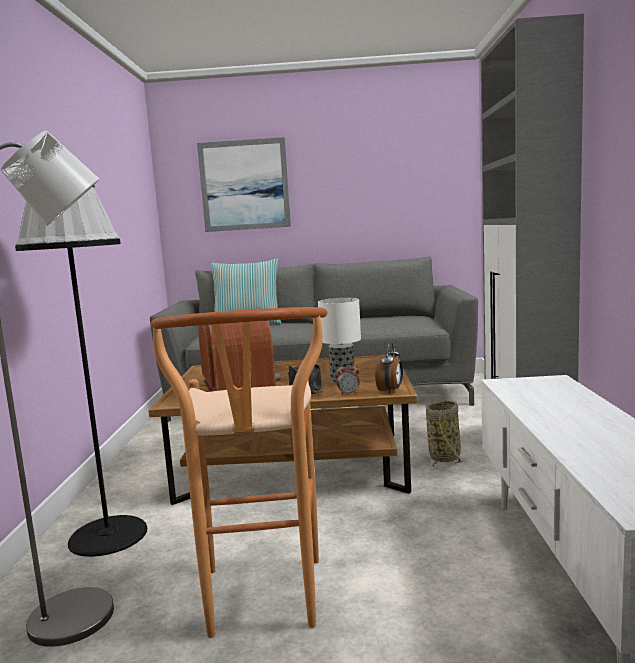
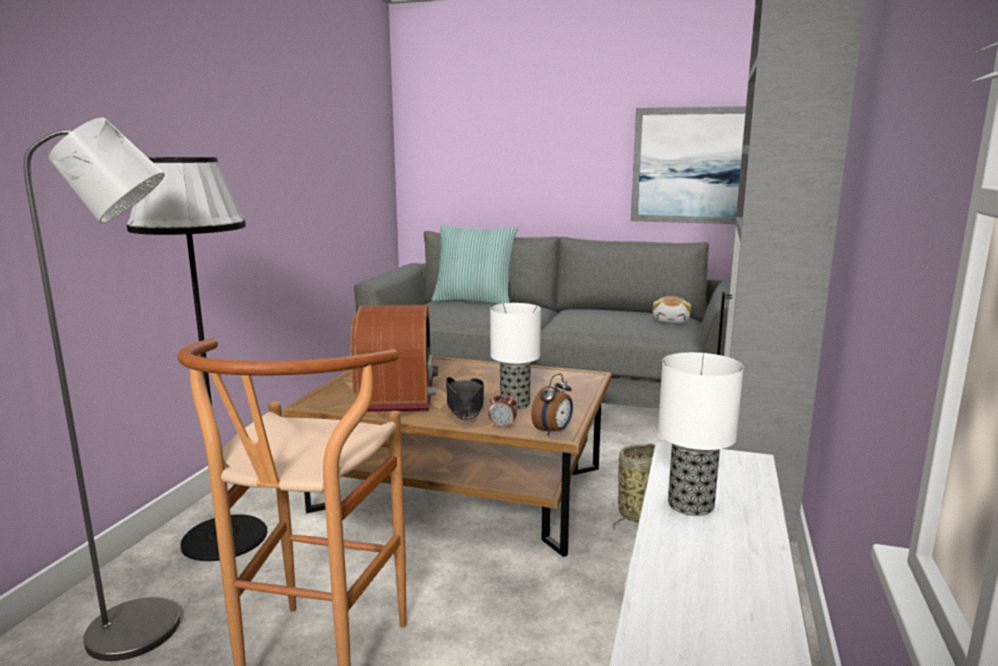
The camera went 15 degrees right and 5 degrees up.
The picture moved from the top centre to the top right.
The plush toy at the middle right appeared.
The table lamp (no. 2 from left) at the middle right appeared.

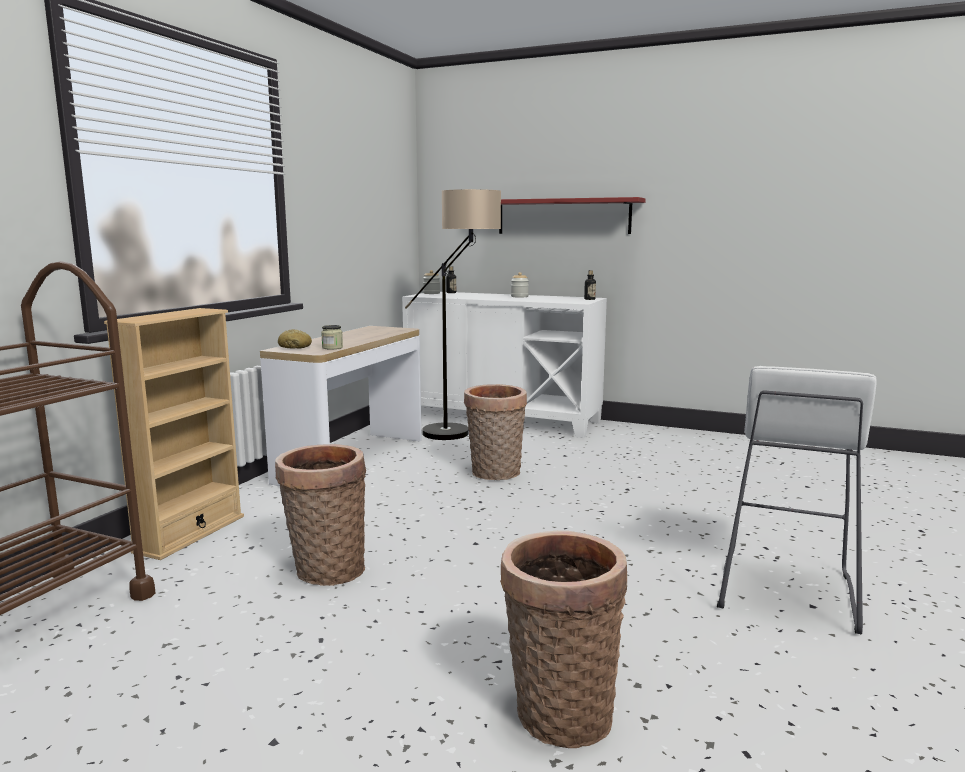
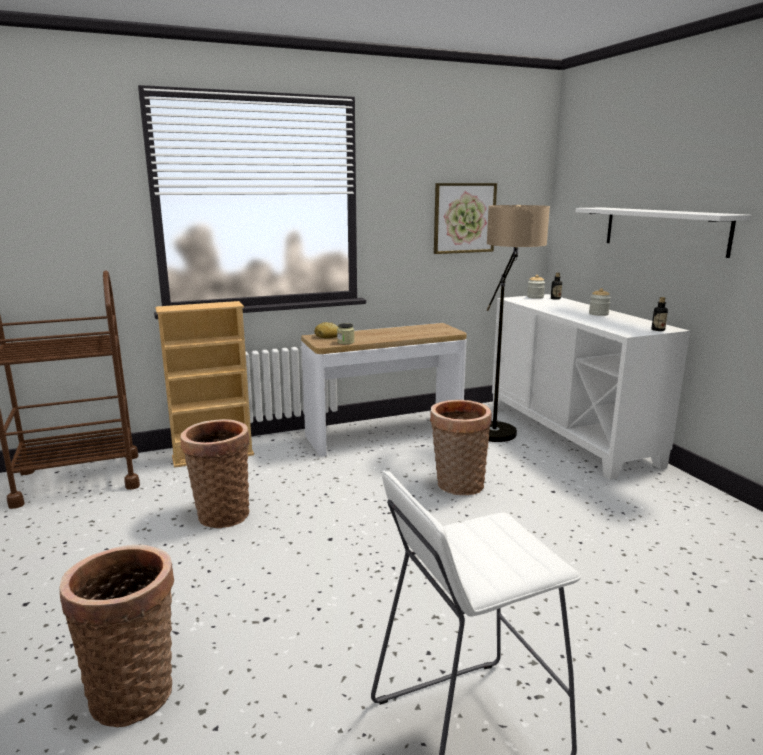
The camera went 45 degrees right and 5 degrees up.
The shelf (red) at the top centre became the shelf (white) at the top right.
The picture at the top centre appeared.

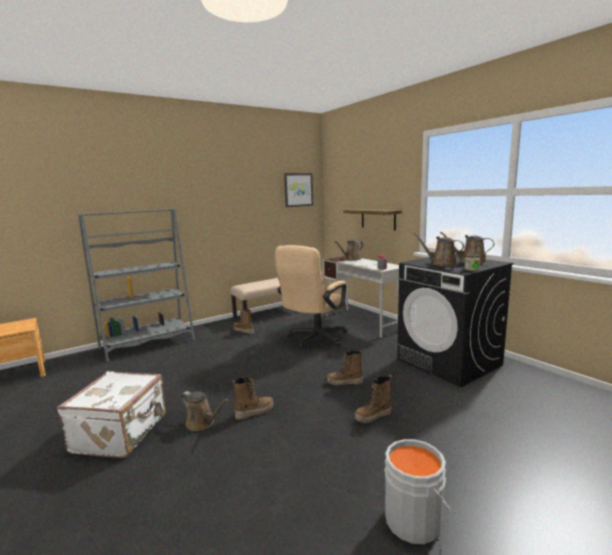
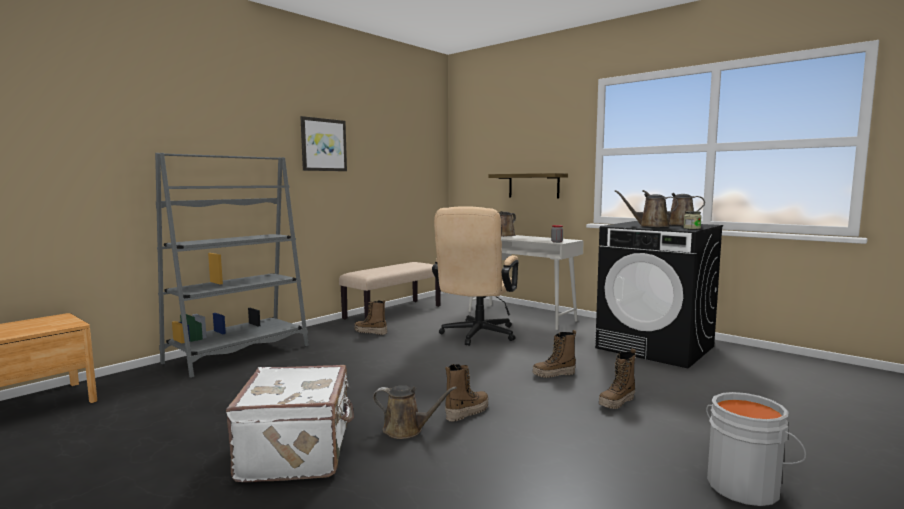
The camera went 15 degrees left and 5 degrees down.
The picture moved from the centre to the top centre.

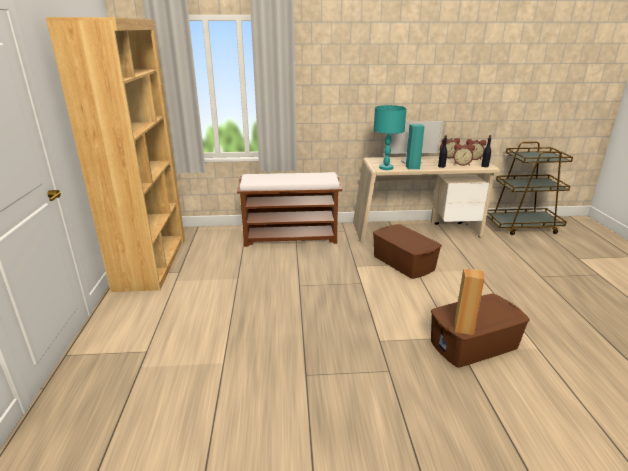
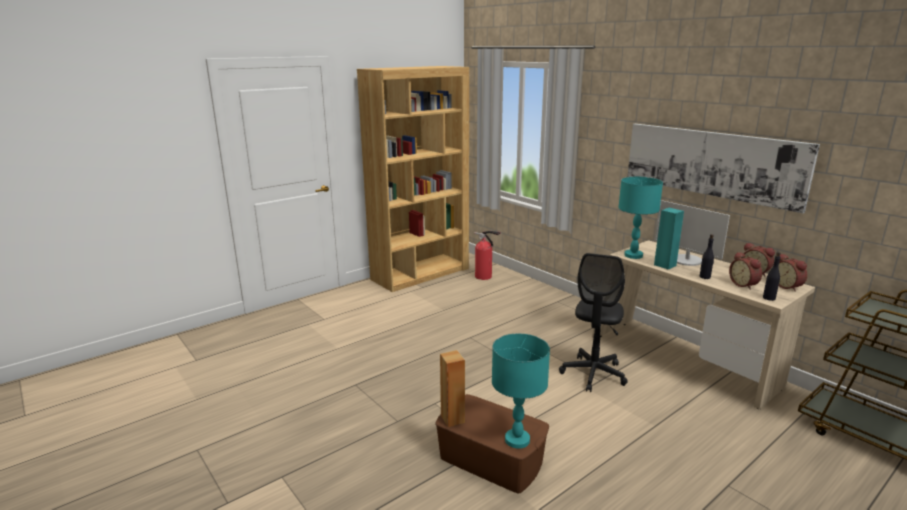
The camera went 55 degrees right and 5 degrees down.
The bench (brown) at the centre disappeared.
The storage box (brown) (no. 1 from left) at the centre was replaced by the office chair (black) at the centre.
The fire extinguisher at the centre appeared.
The table lamp (turquoise) (no. 1 from left) at the bottom centre appeared.
The picture at the top right appeared.

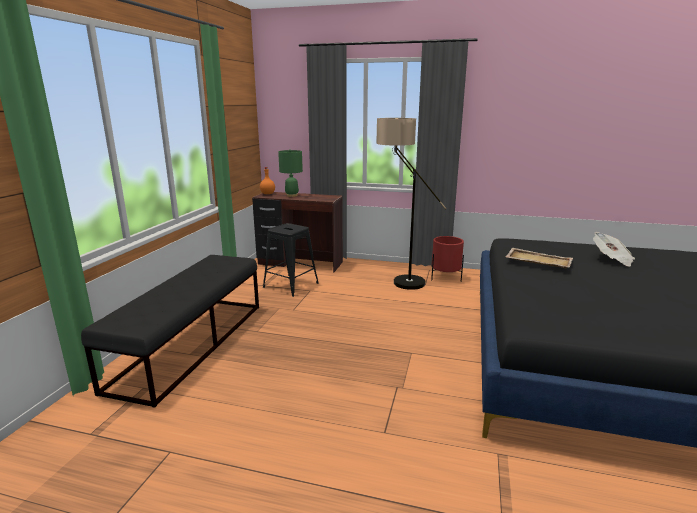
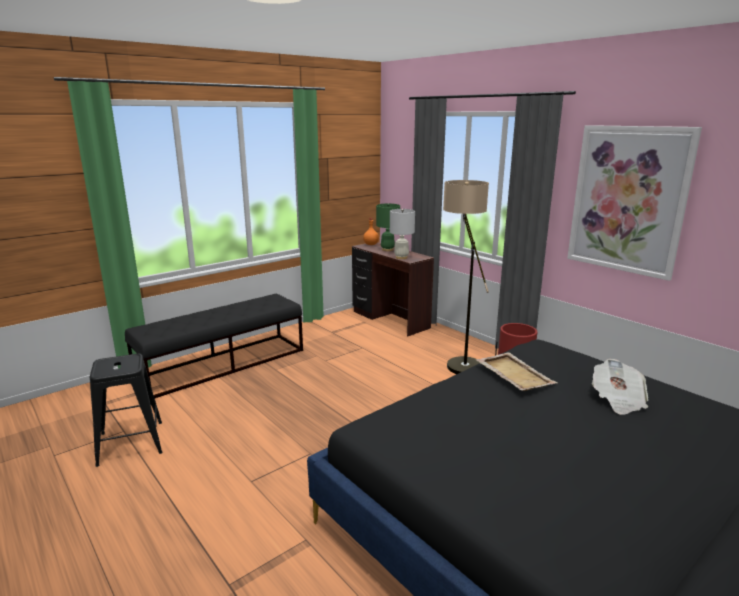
The camera went 35 degrees right and 0 degrees up.
The stool (black) moved from the centre to the bottom left.
The table lamp (white) at the centre appeared.
The picture at the middle right appeared.

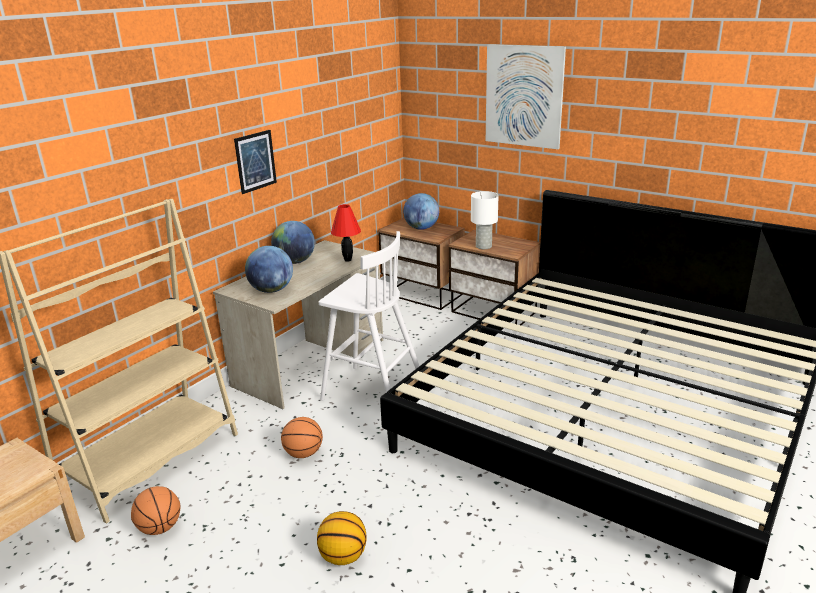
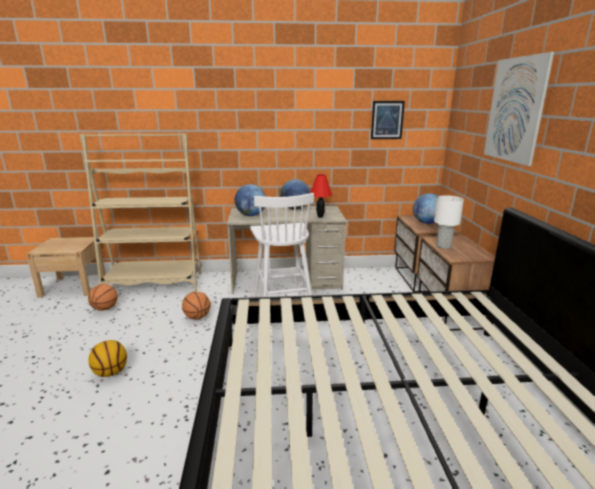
The camera went 50 degrees right and 5 degrees down.
The picture (no. 1 from left) moved from the top left to the top centre.

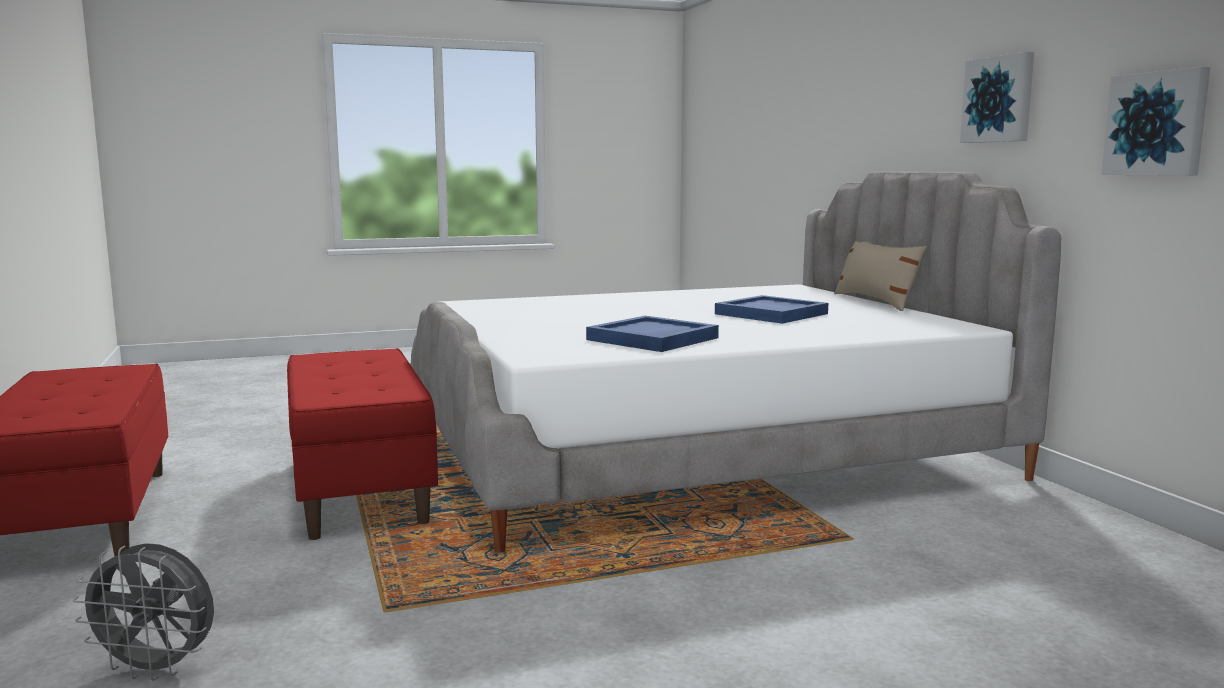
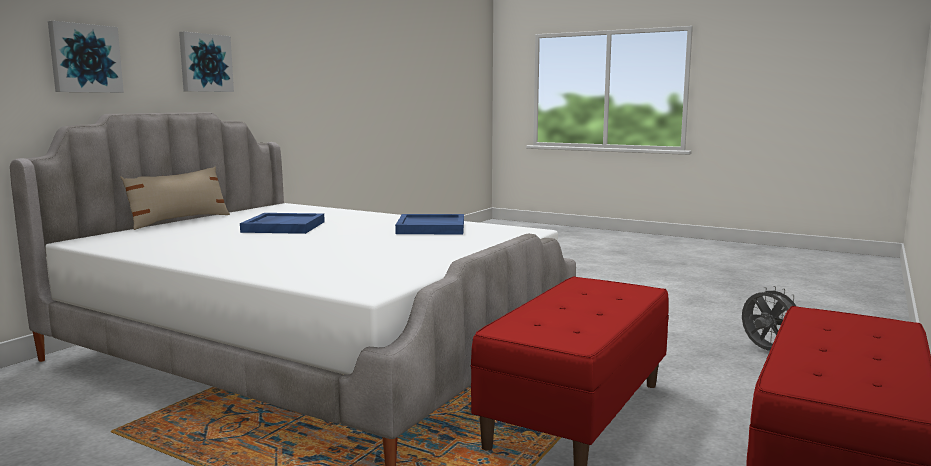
The camera went 130 degrees left and 0 degrees up.
The picture (no. 2 from left in the first image) moved from the top right to the top left.

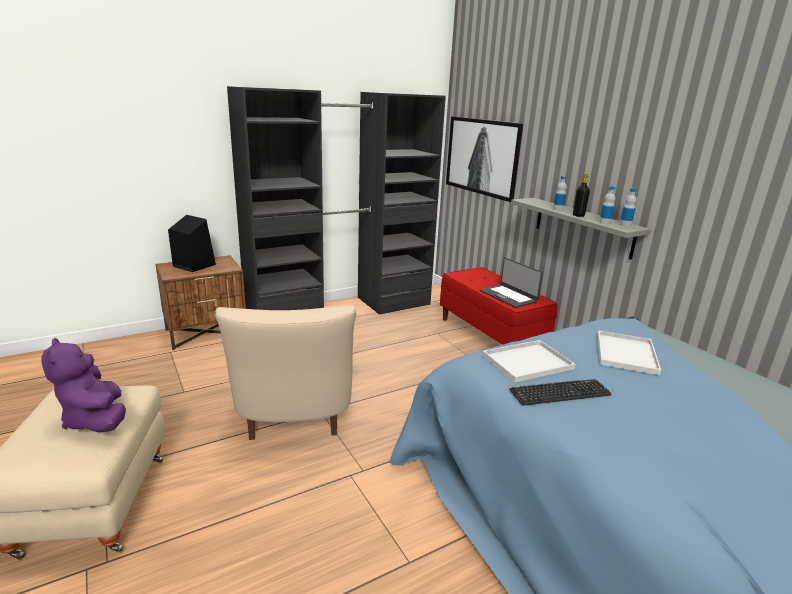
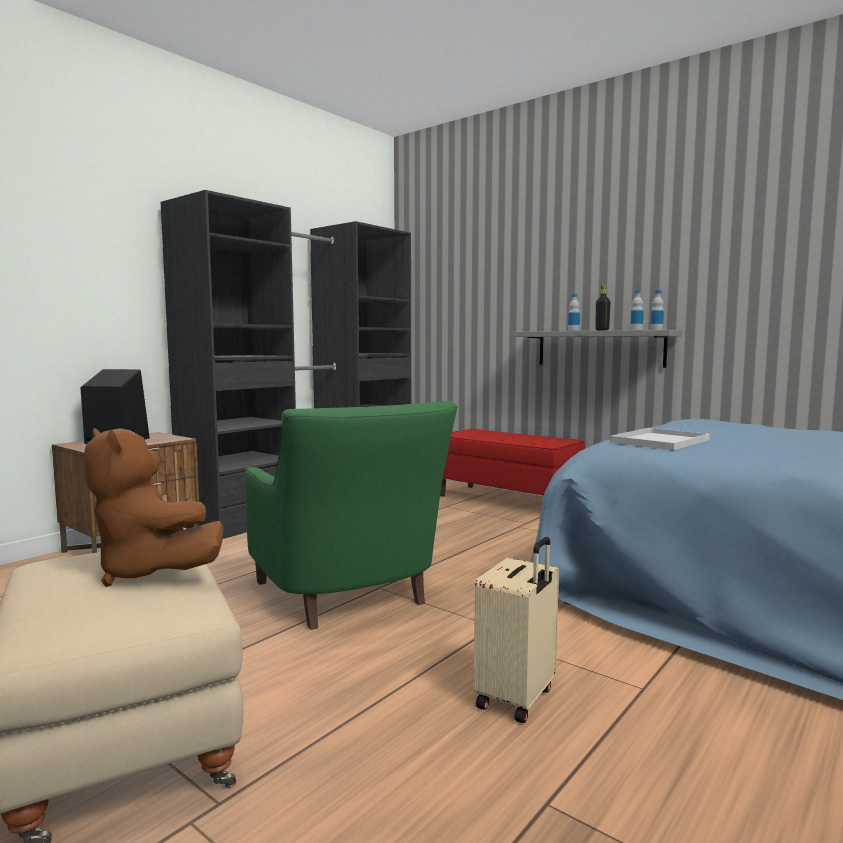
The camera went 20 degrees left and 15 degrees down.
The plush toy (purple) at the middle left became the plush toy (brown) at the middle left.
The armchair (beige) at the centre became the armchair (green) at the centre.
The picture at the top centre disappeared.
The laptop at the centre disappeared.
The keyboard at the middle right disappeared.
The tray (white) (no. 2 from left) at the middle right disappeared.
The suitcase (beige) at the bottom centre appeared.

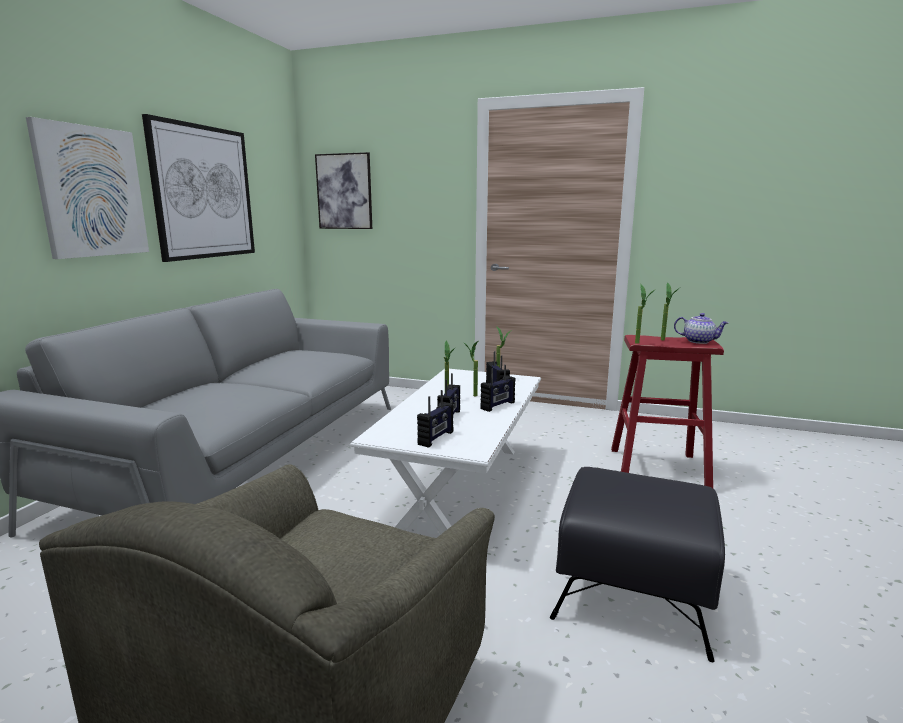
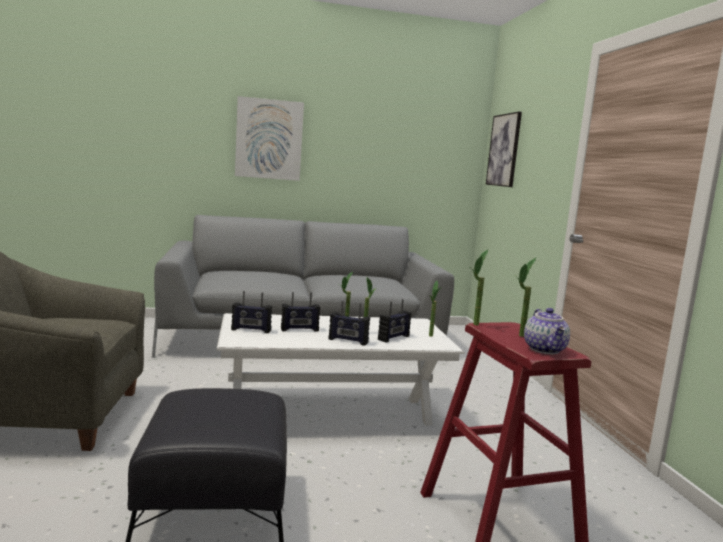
The camera went 60 degrees right and 5 degrees down.
The picture (no. 2 from left) at the top left disappeared.

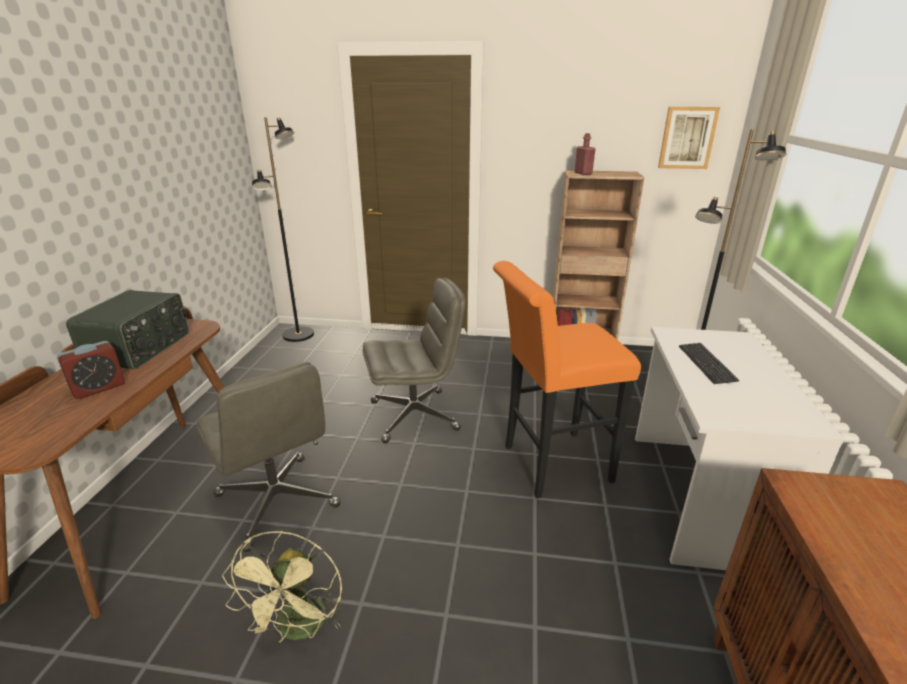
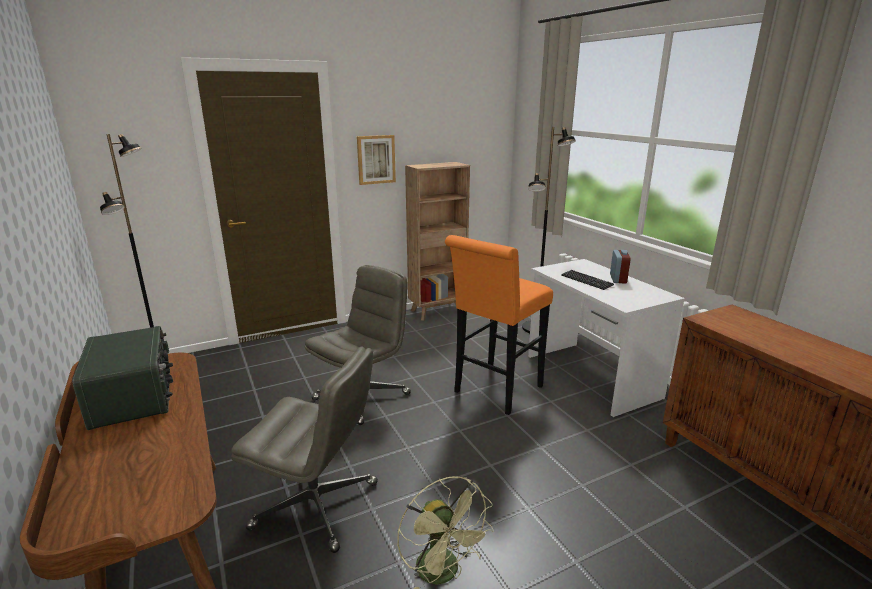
The camera went 35 degrees left and 5 degrees down.
The alarm clock moved from the middle left to the middle right.
The bottle (red) at the top centre disappeared.
The picture moved from the top right to the top centre.

